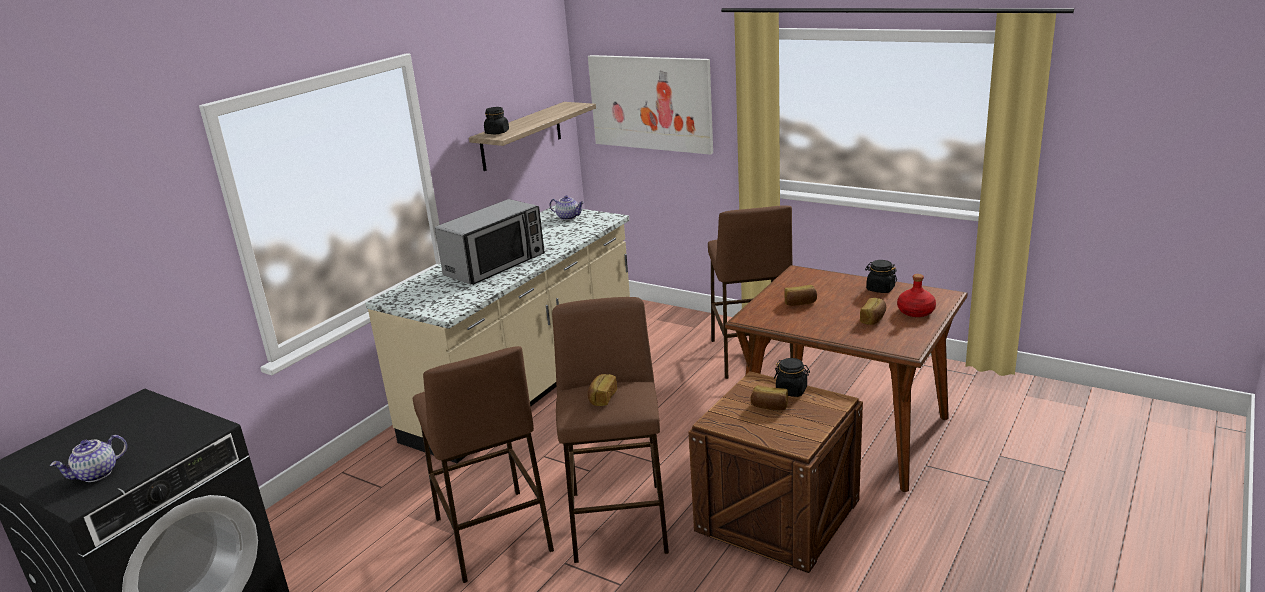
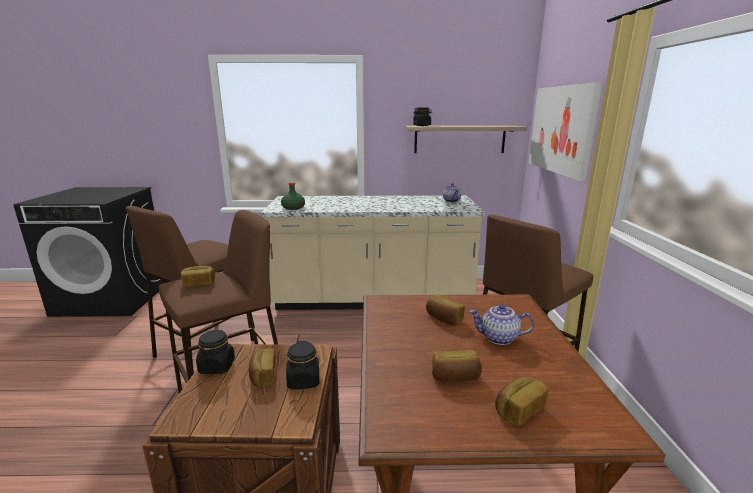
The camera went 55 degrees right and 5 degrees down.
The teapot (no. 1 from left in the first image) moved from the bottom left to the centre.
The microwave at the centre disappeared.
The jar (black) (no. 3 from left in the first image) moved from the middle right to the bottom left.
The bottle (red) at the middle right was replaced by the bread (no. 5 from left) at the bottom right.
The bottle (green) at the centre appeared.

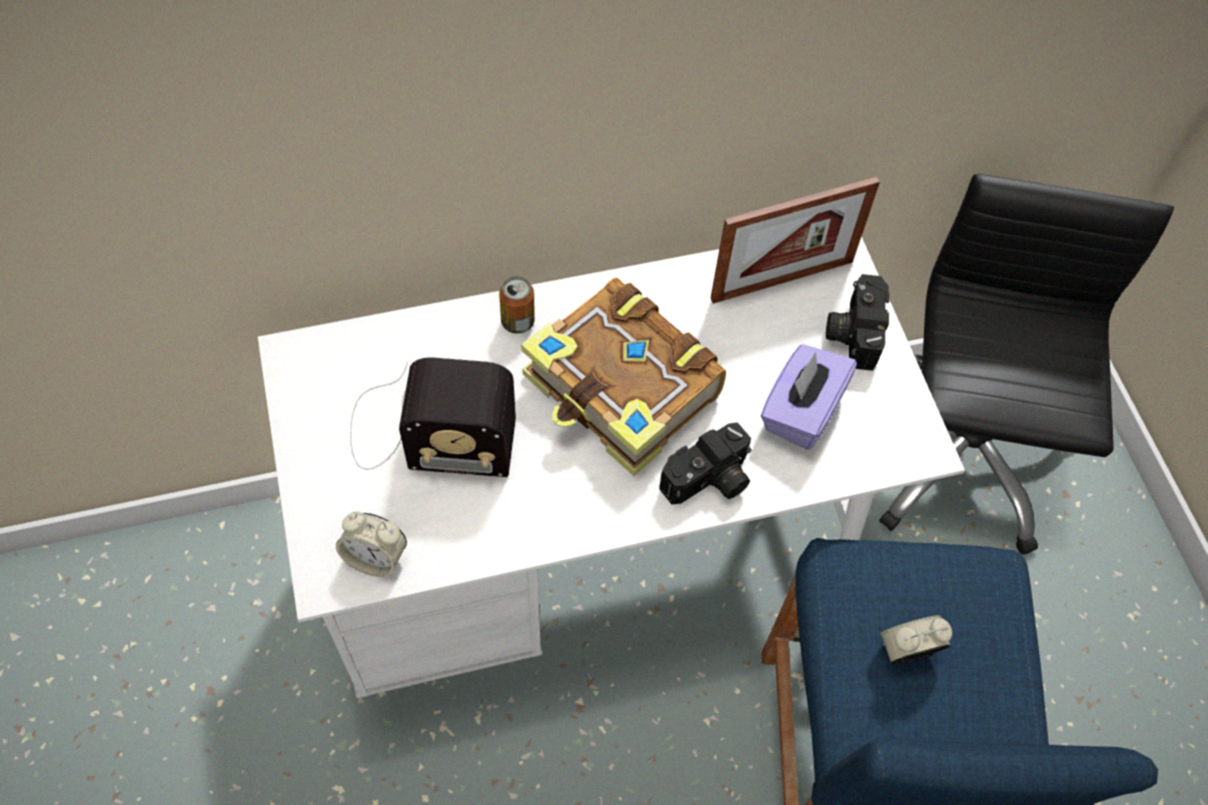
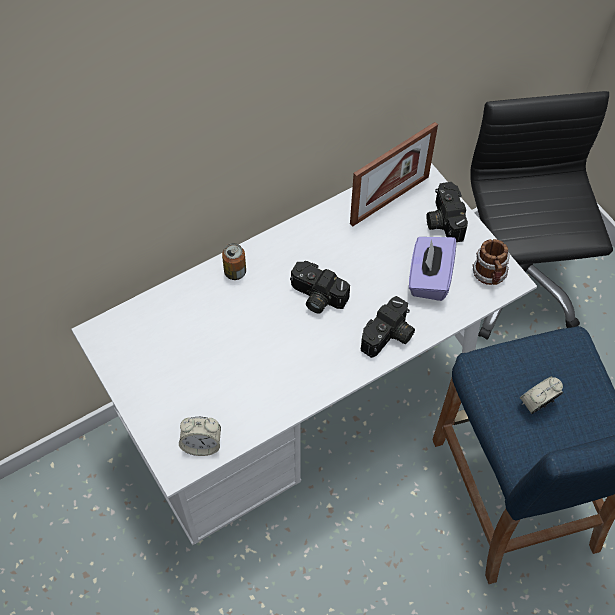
The camera went 15 degrees left and 0 degrees up.
The radio at the centre disappeared.
The book at the centre was replaced by the photo camera (no. 1 from left) at the centre.
The mug at the middle right appeared.

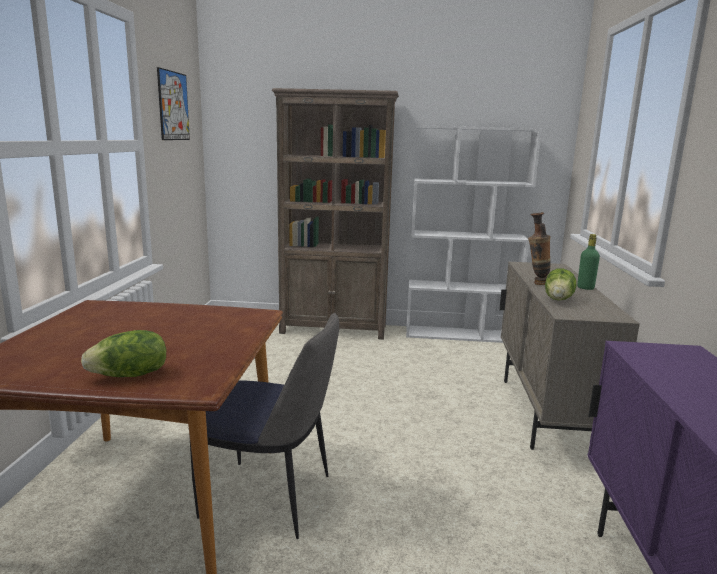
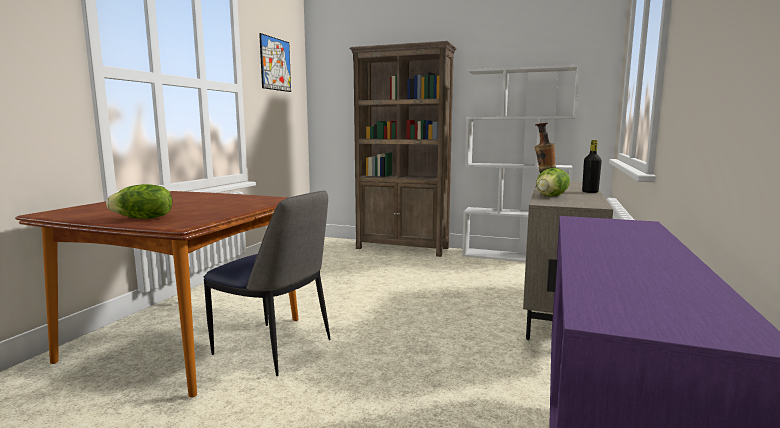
The camera went 15 degrees right and 5 degrees down.
The bottle (green) at the middle right became the bottle (black) at the middle right.

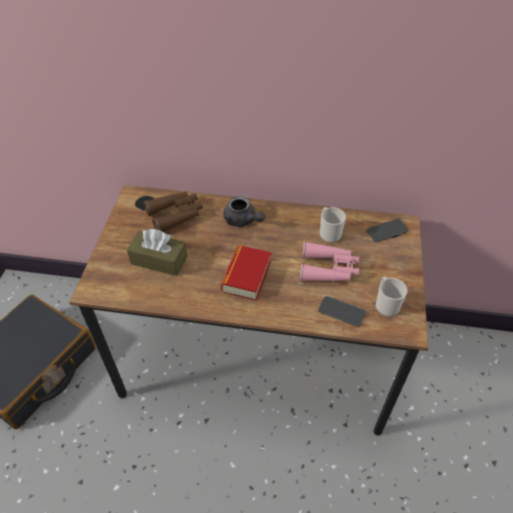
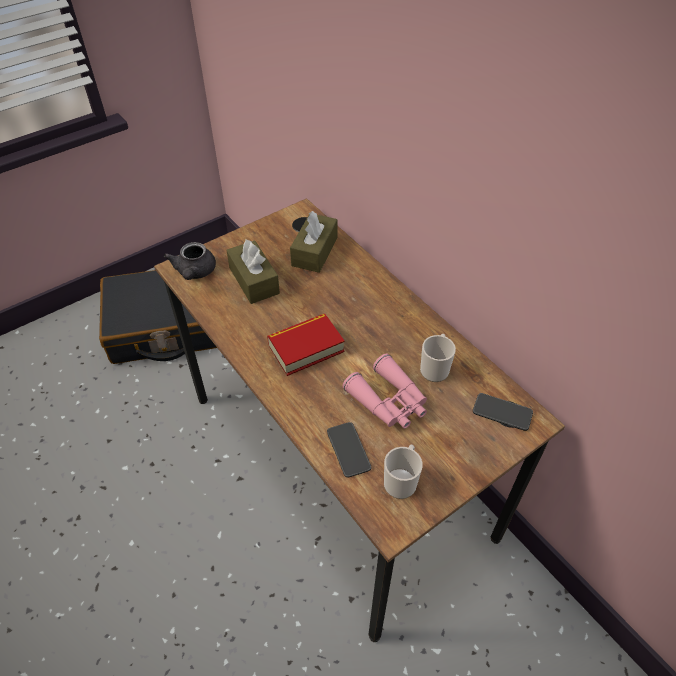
The camera went 45 degrees right and 0 degrees up.
The binoculars (brown) at the centre was replaced by the tissue box (brown) (no. 2 from left) at the centre.
The teapot (grey) moved from the centre to the middle left.

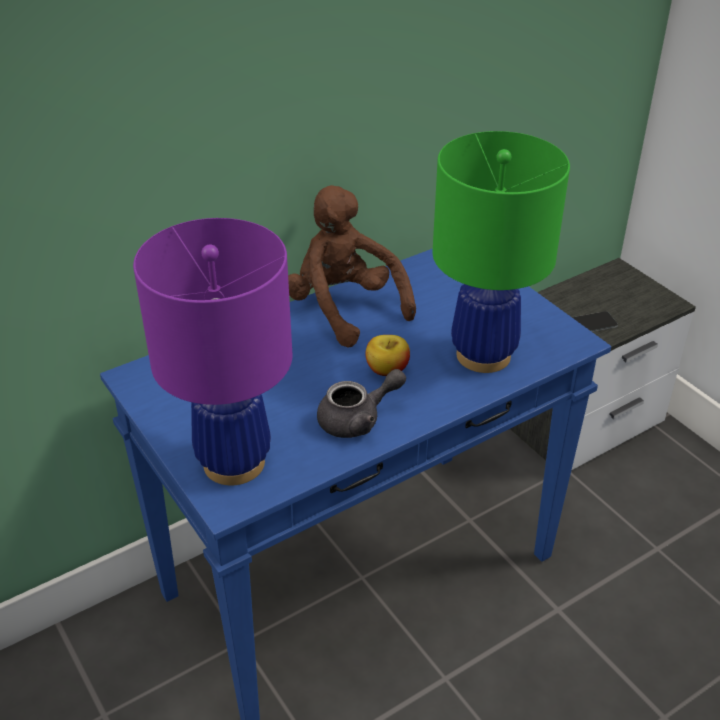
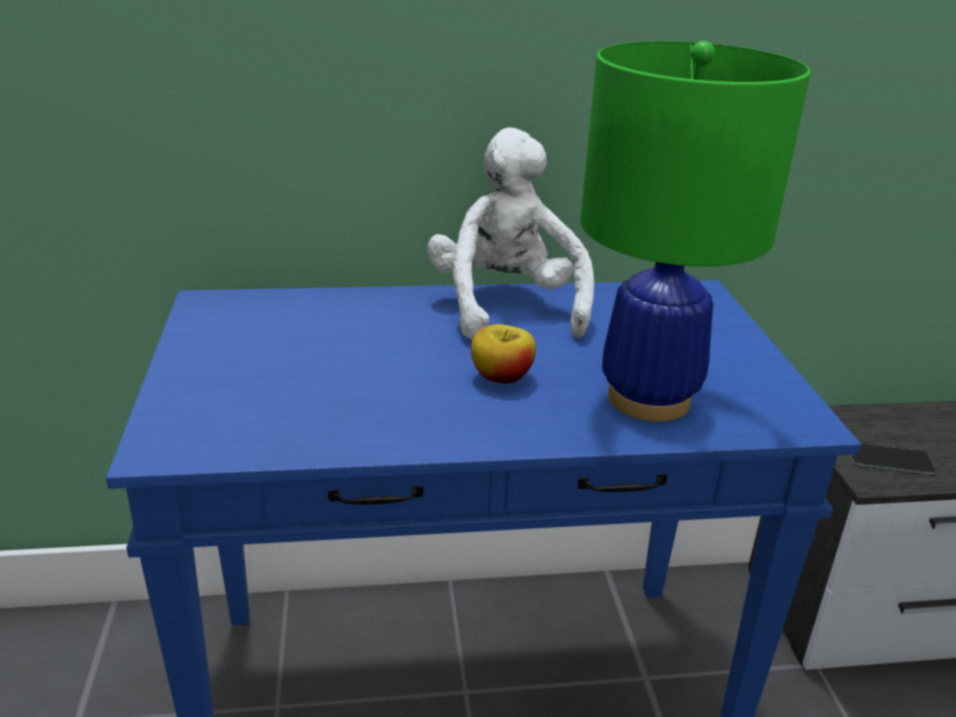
The camera went 25 degrees right and 10 degrees down.
The table lamp (purple) at the middle left disappeared.
The plush toy (brown) at the centre became the plush toy (white) at the top centre.
The teapot (grey) at the centre disappeared.

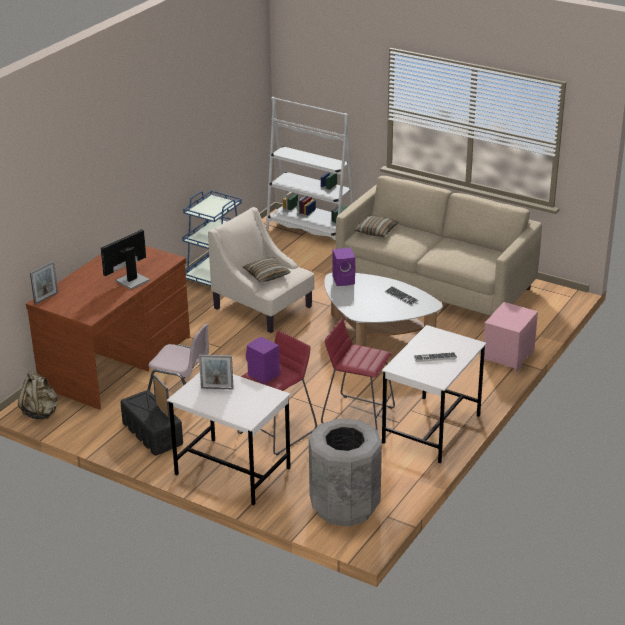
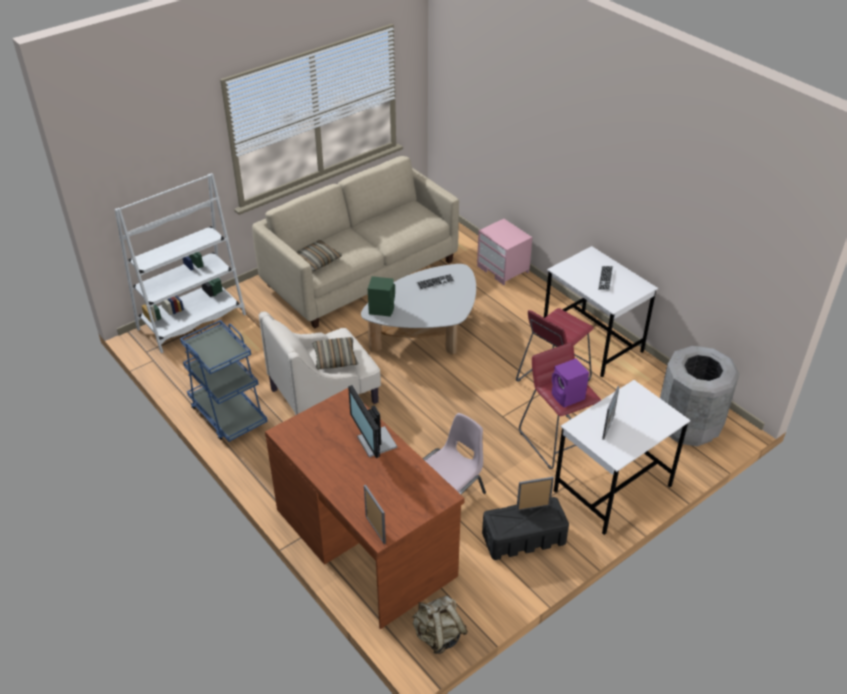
The camera went 70 degrees left and 10 degrees up.
The speaker (purple) (no. 2 from left) at the centre became the speaker (green) at the centre.

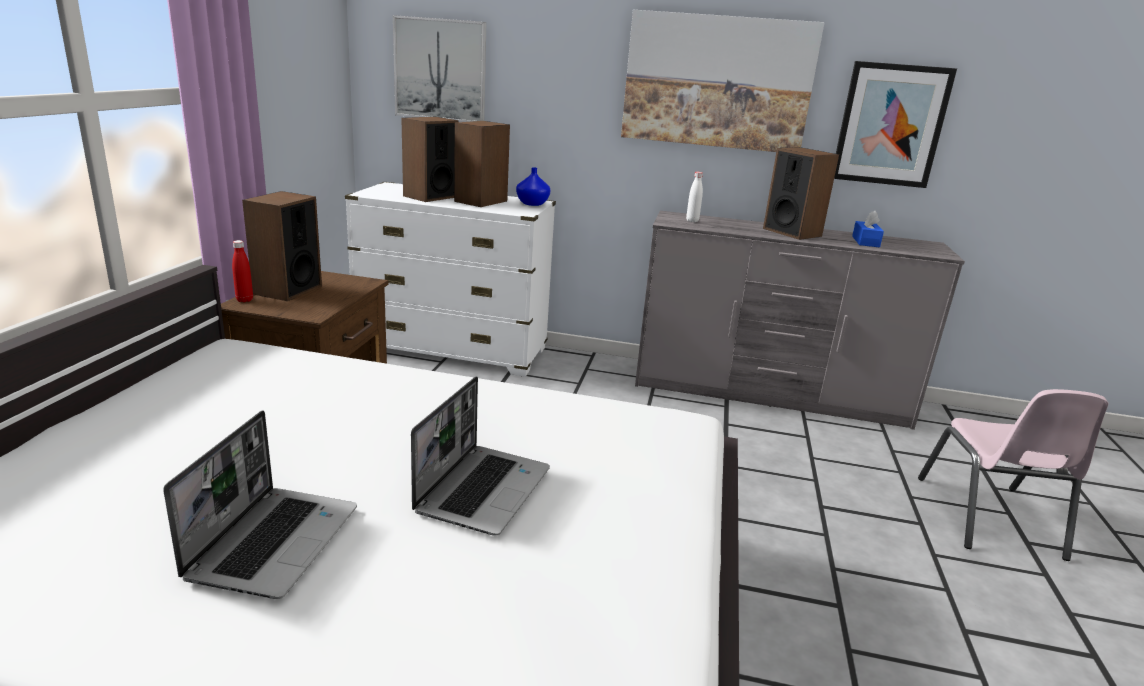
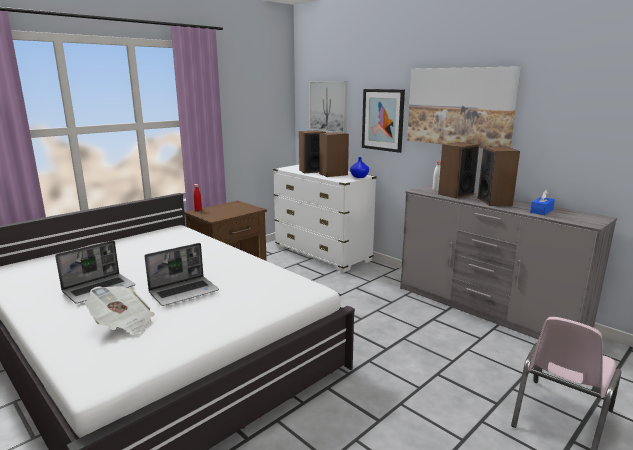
The camera went 35 degrees right and 5 degrees down.
The speaker (no. 1 from left in the first image) moved from the middle left to the middle right.
The picture (no. 3 from left in the first image) moved from the top right to the top centre.
The newspaper at the bottom left appeared.

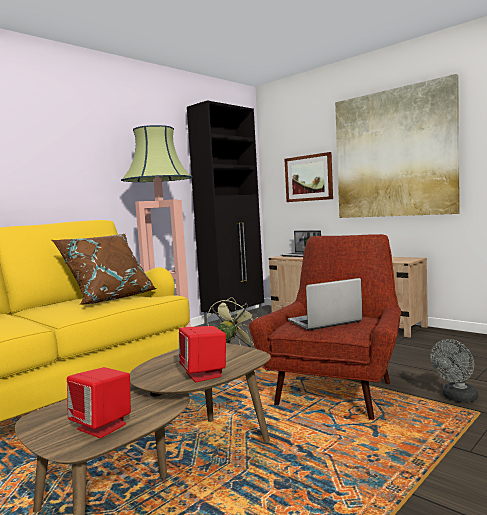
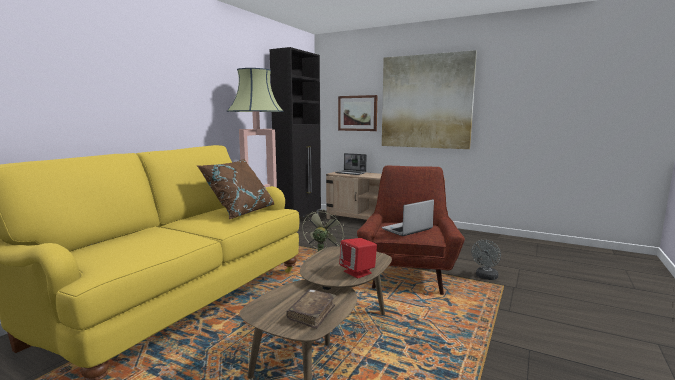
The camera went 15 degrees left and 5 degrees up.
The speaker (red) (no. 1 from left) at the bottom left was replaced by the book (brown) at the bottom centre.

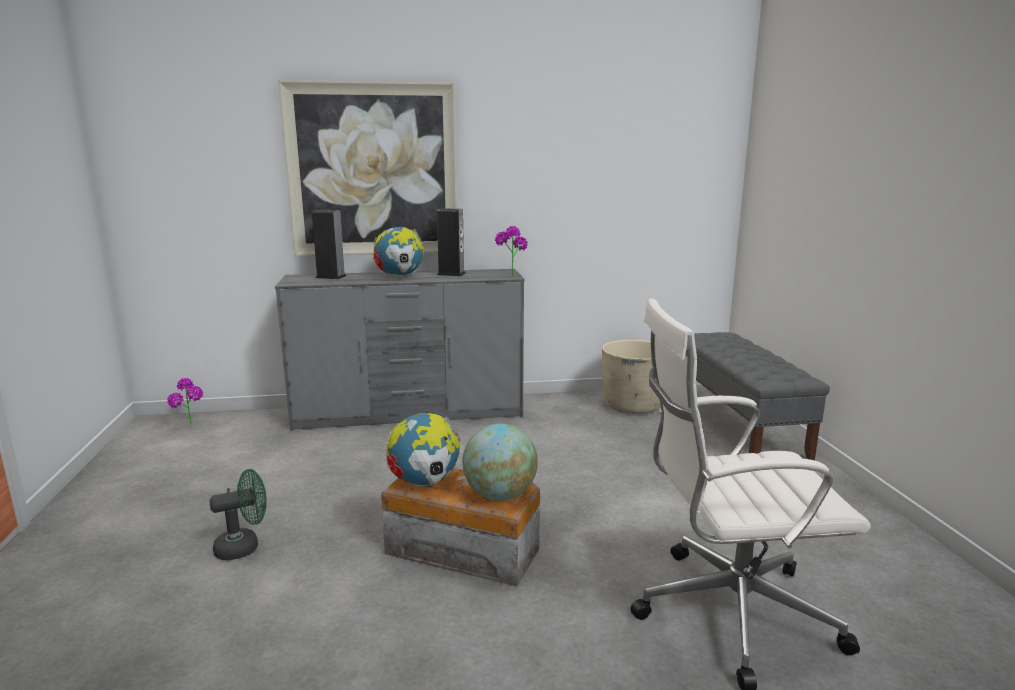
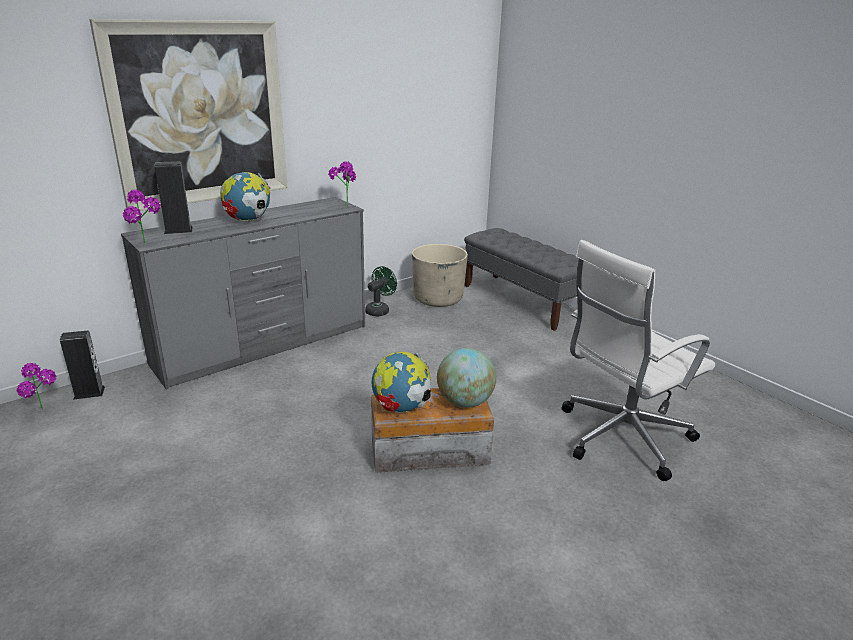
The camera went 30 degrees left and 10 degrees up.
The fan (green) moved from the bottom left to the centre.
The speaker (no. 2 from left in the first image) moved from the centre to the middle left.
The potted plant (no. 2 from left) at the middle left appeared.

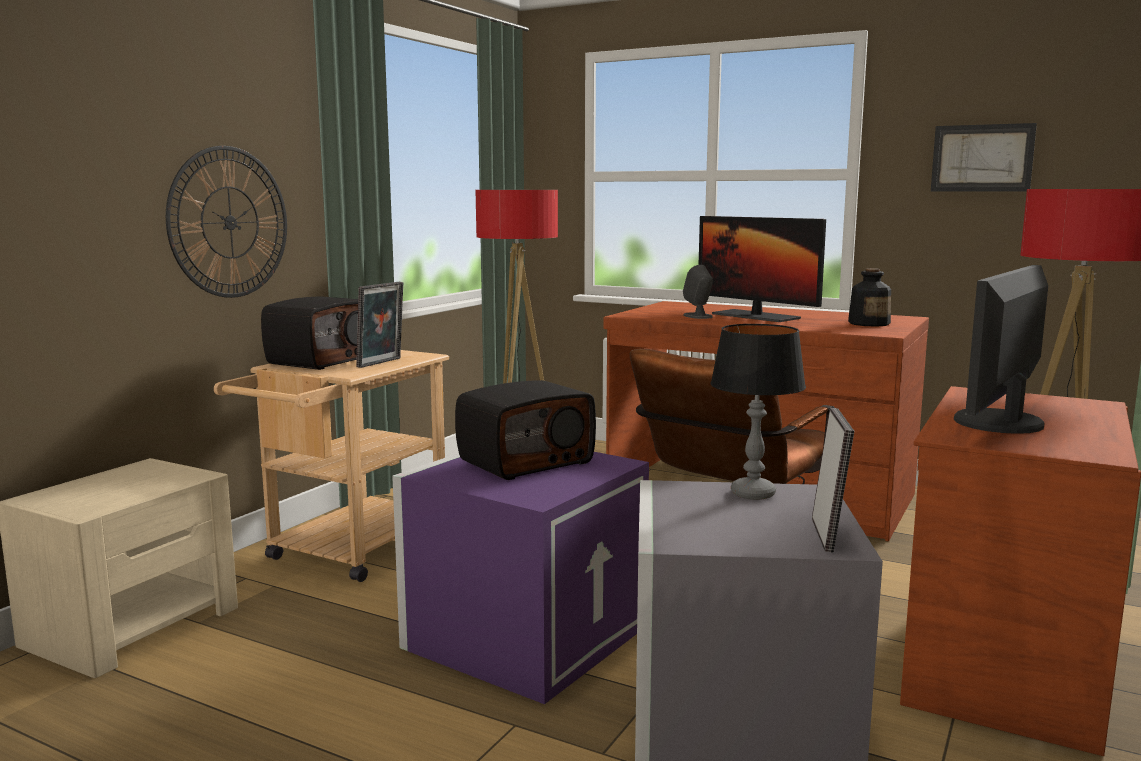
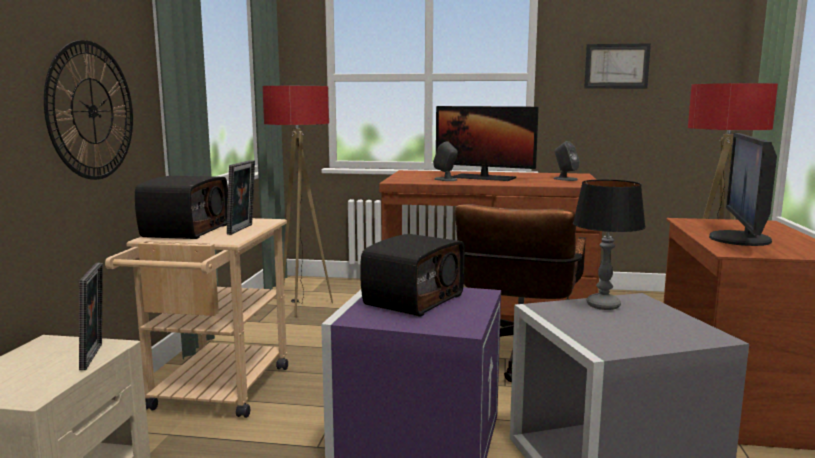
The camera went 20 degrees left and 0 degrees up.
The picture frame (no. 2 from left in the first image) moved from the middle right to the bottom left.
The bottle at the middle right was replaced by the speaker (grey) (no. 2 from left) at the middle right.

